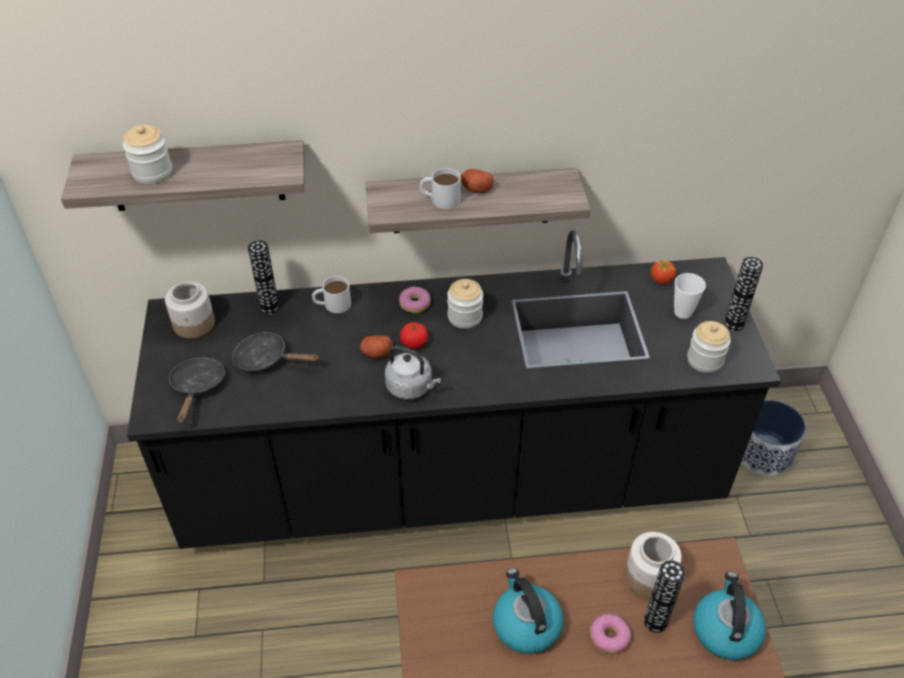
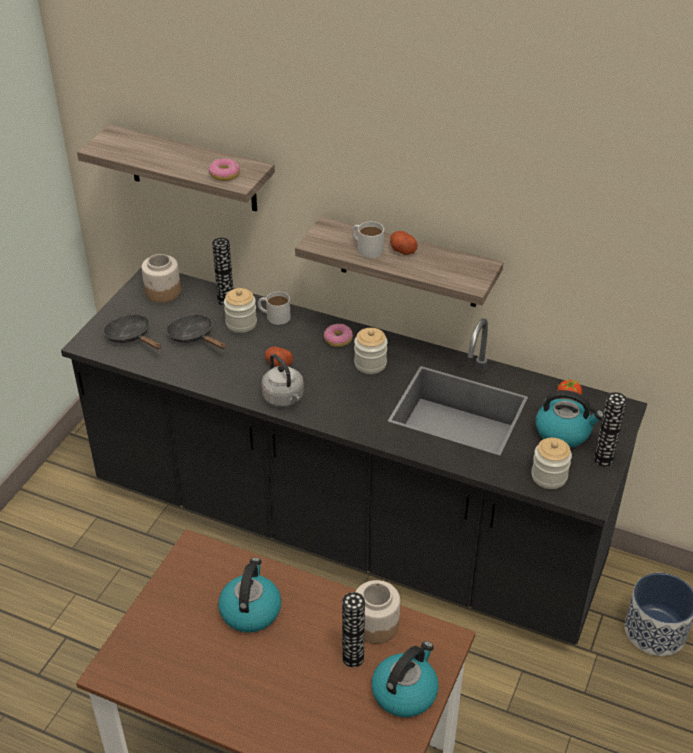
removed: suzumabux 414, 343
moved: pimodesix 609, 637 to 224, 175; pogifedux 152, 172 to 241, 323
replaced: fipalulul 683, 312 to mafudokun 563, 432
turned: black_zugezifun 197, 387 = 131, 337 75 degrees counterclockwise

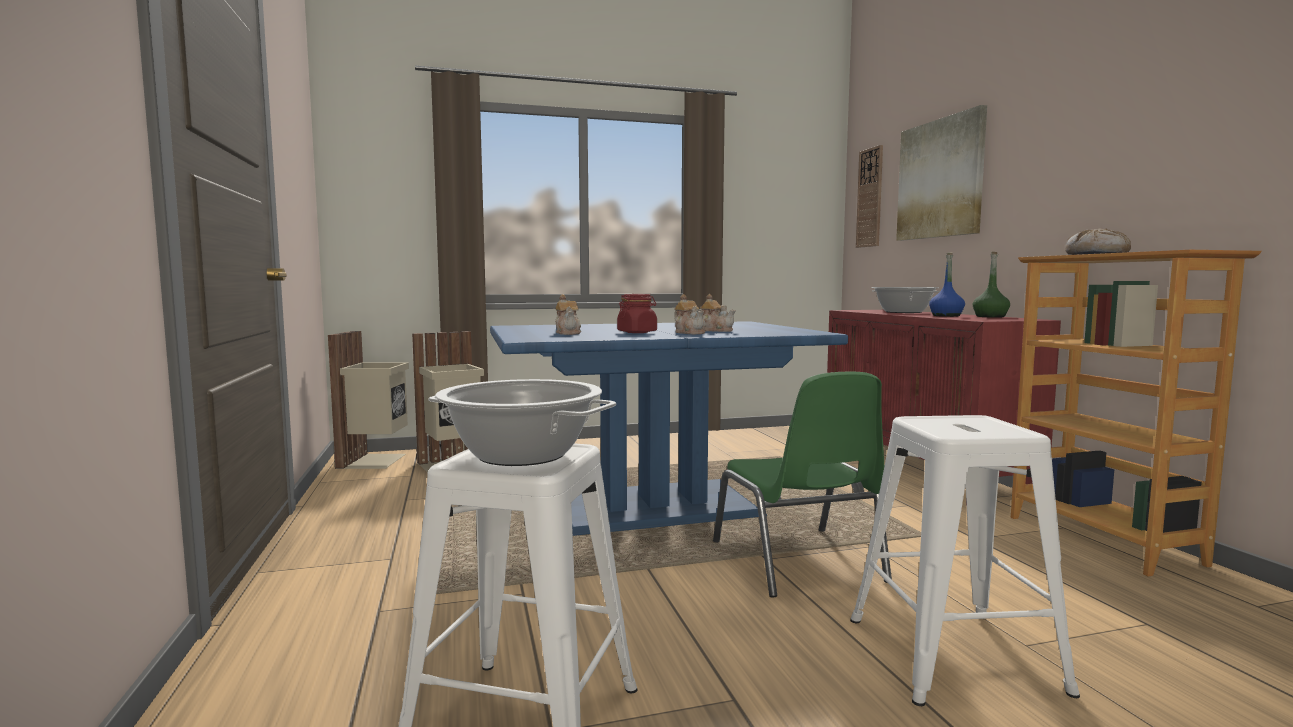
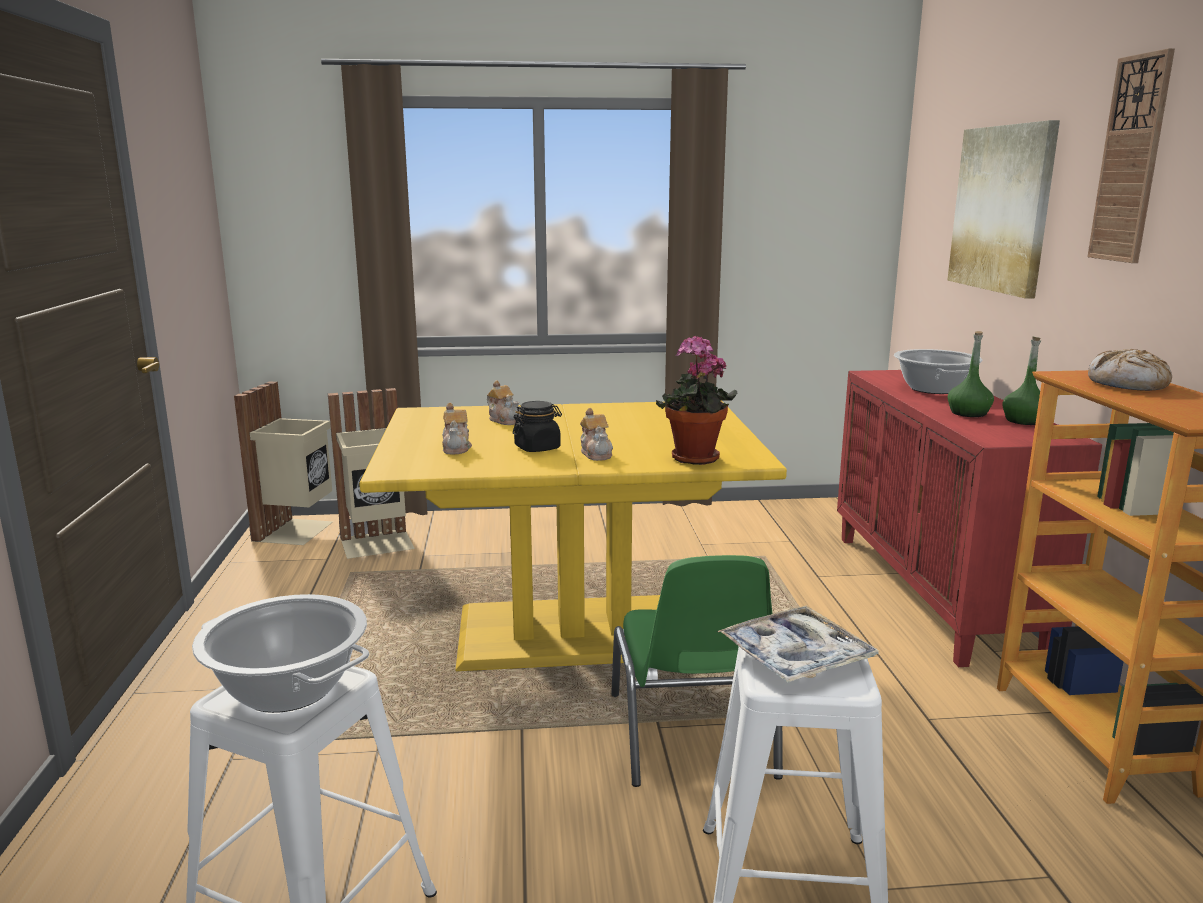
added: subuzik 694, 460; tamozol 796, 657
moved: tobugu 715, 330 to 505, 420; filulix 870, 198 to 1130, 160
recoloured: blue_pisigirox 652, 506 to yellow_pisigirox 571, 631; red_pogifedux 637, 332 to black_pogifedux 537, 448; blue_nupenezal 946, 316 to green_nupenezal 968, 413

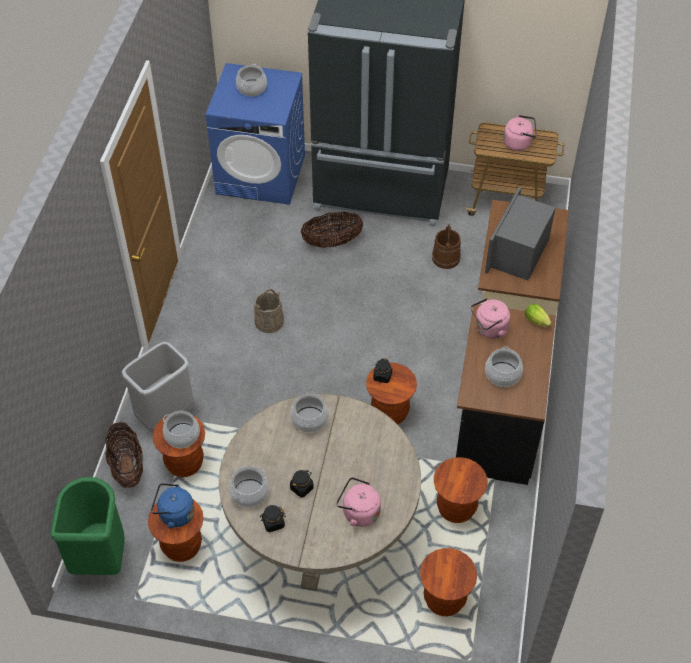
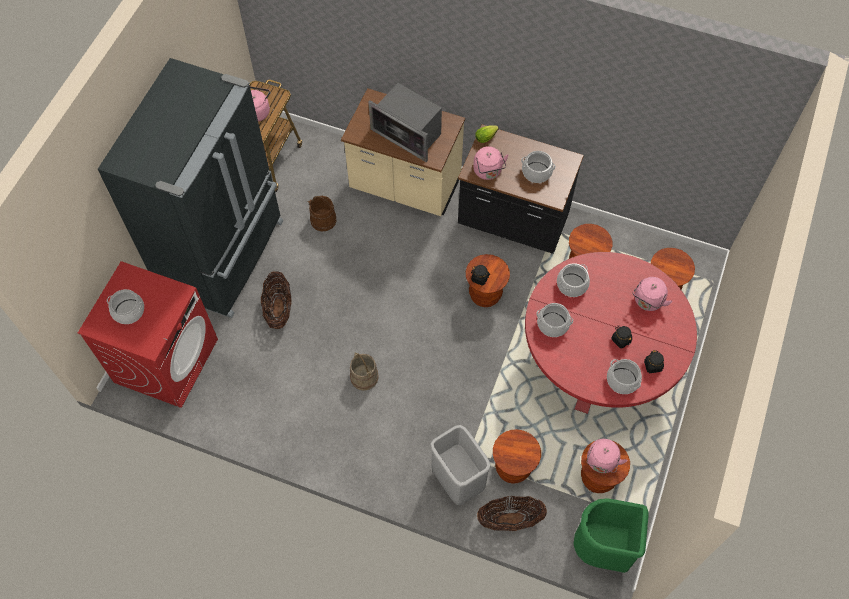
moved: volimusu 182, 435 to 572, 285
recoloured: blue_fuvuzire 261, 174 to red_fuvuzire 166, 360; beige_pisigirox 321, 532 to red_pisigirox 596, 365; blue_mafudokun 174, 514 to pink_mafudokun 601, 462

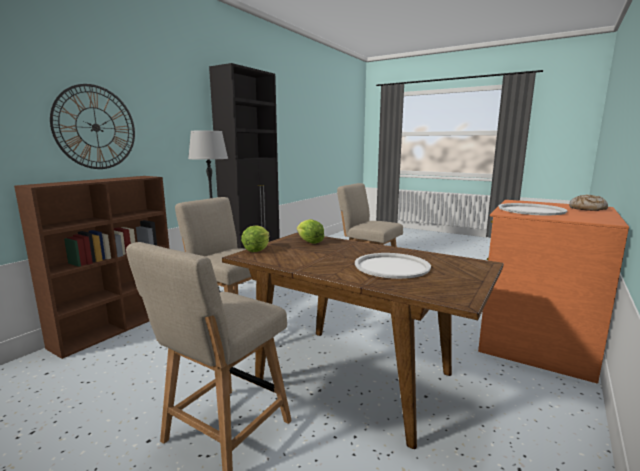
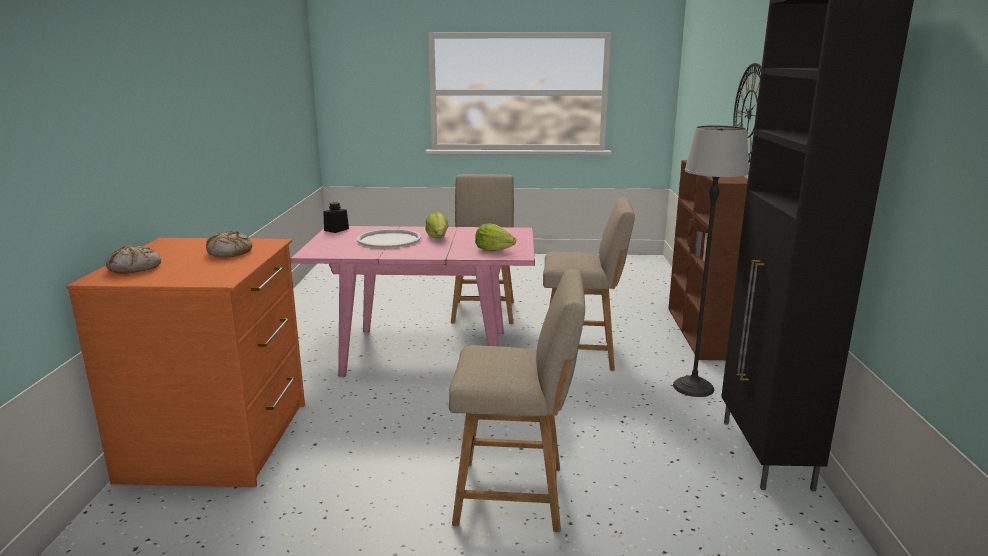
added: black_pogifedux 336, 229
moved: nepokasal 257, 249 to 438, 238
replaced: white_tamozol 531, 210 to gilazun 229, 252
recoloured: brown_pisigirox 356, 378 to pink_pisigirox 425, 352

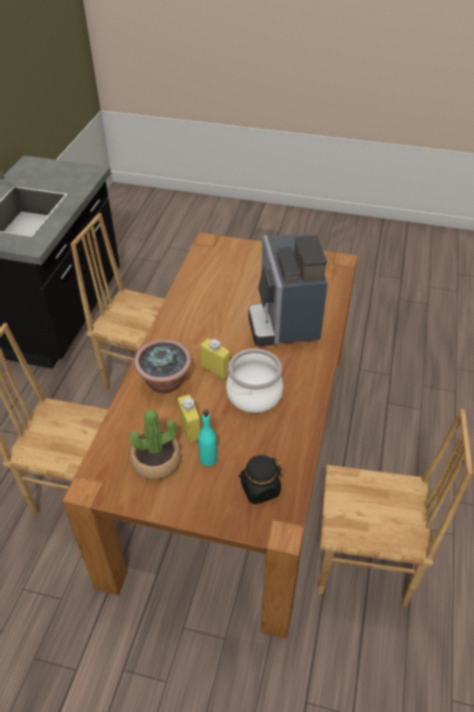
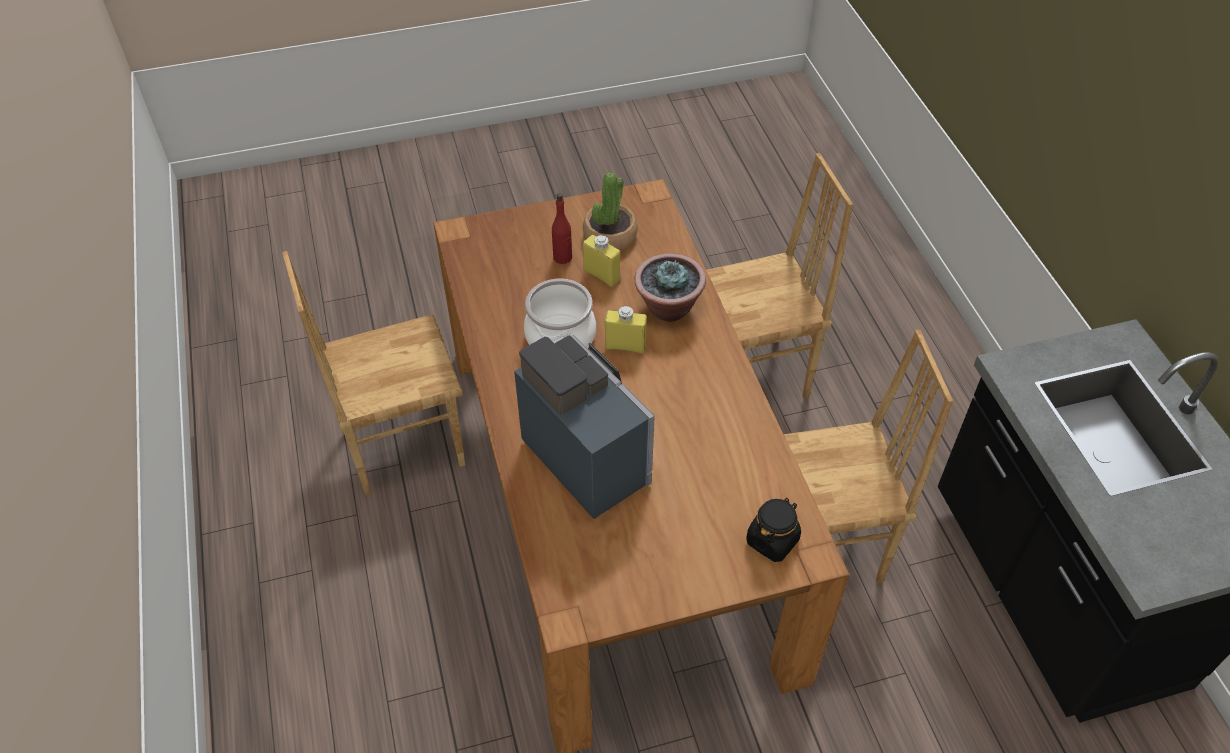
moved: black_pogifedux 260, 489 to 772, 540
recoloured: turquoise_nupenezal 208, 459 to red_nupenezal 562, 257

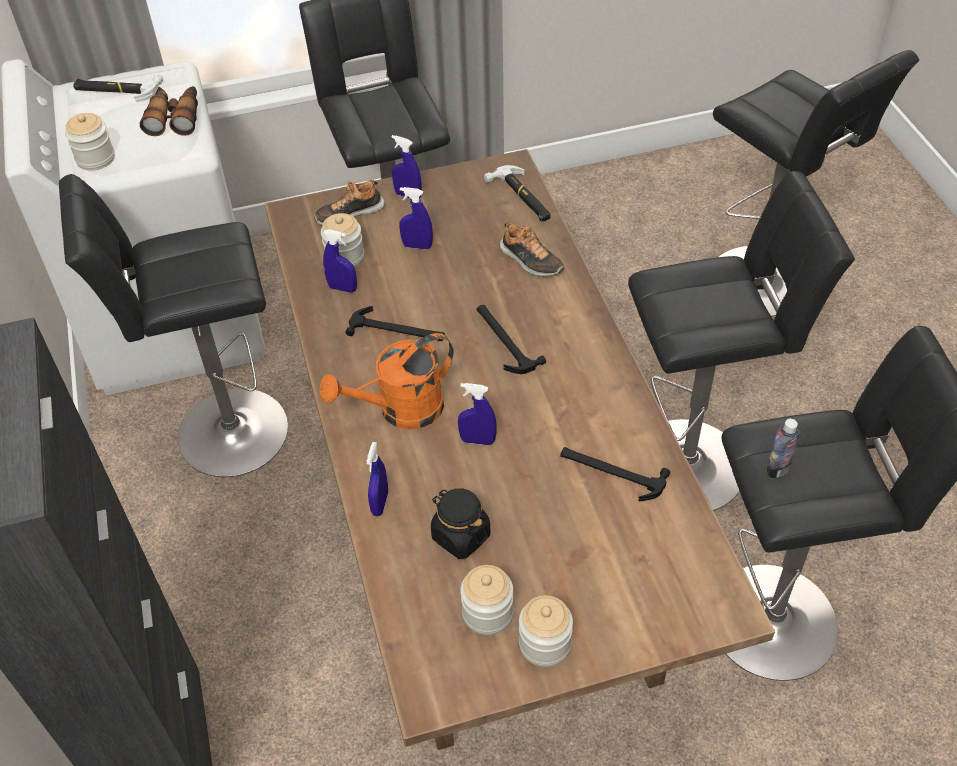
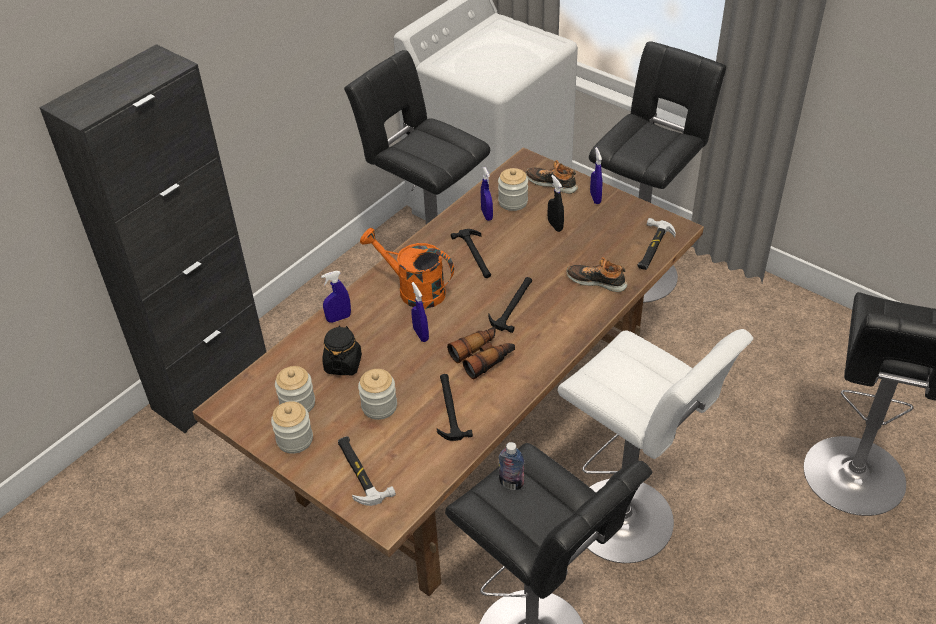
moved: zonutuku 117, 90 to 361, 472; pogifedux 95, 159 to 379, 406; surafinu 175, 117 to 483, 357
recoloured: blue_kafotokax 417, 246 to black_kafotokax 555, 225; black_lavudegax 696, 463 to white_lavudegax 629, 523
turned: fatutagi 530, 260 = 596, 281 105 degrees clockwise

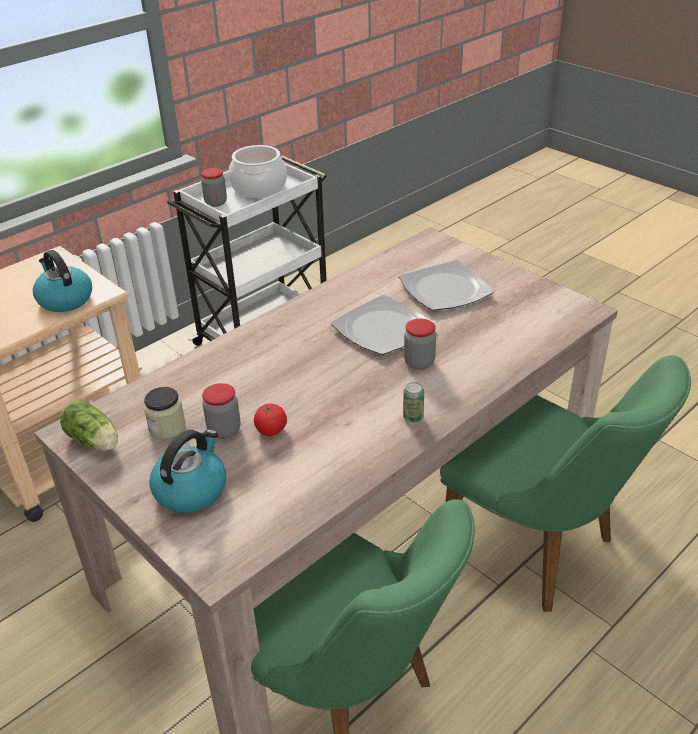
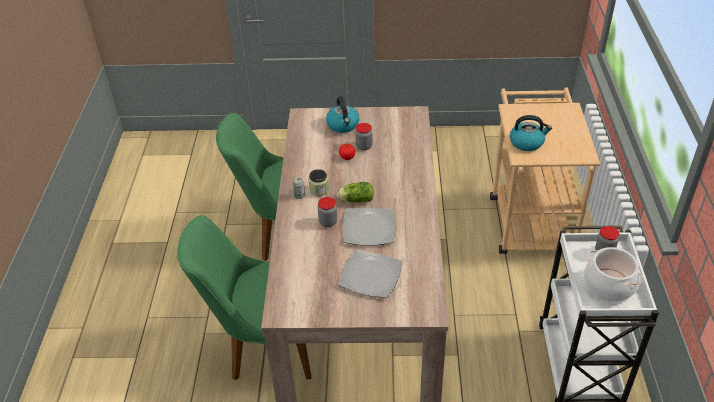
moved: pogifedux 167, 427 to 319, 190; nepokasal 95, 442 to 355, 200

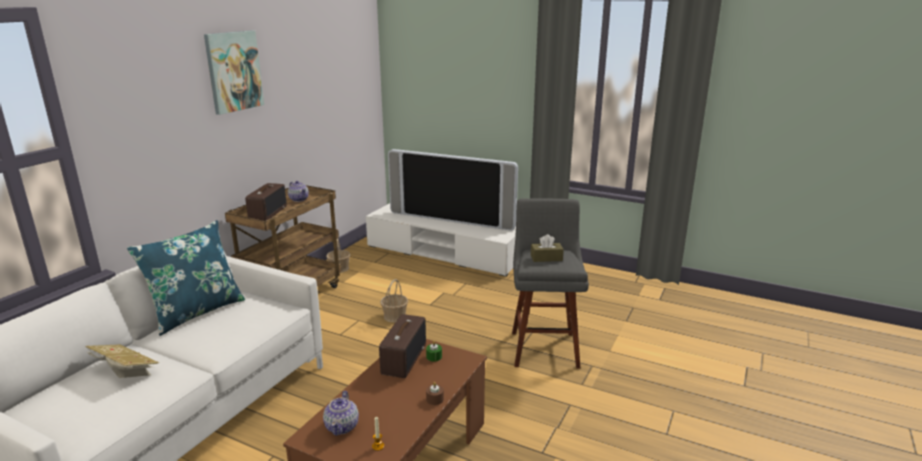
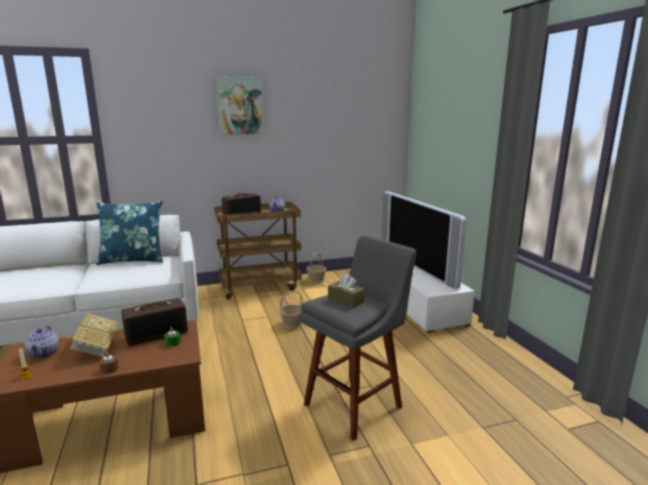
moved: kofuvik 124, 372 to 97, 346
turned: tobugu 342, 426 = 44, 353 60 degrees counterclockwise

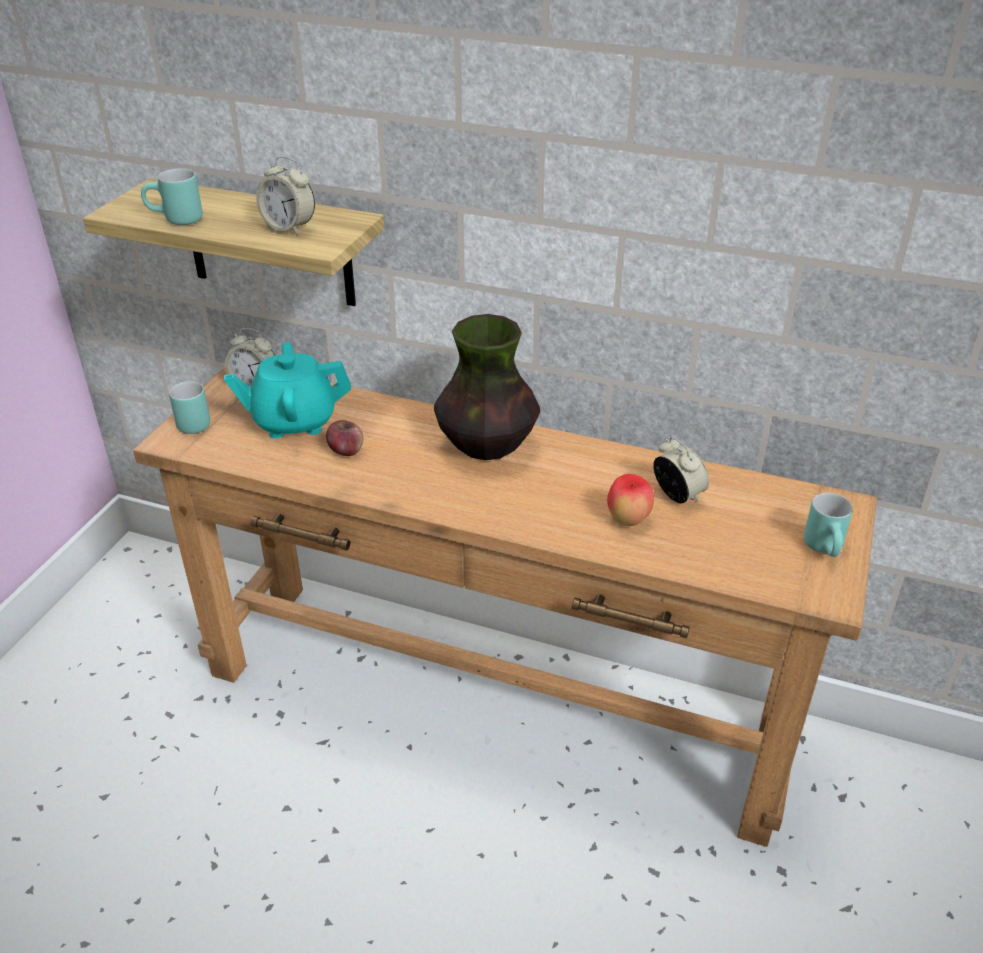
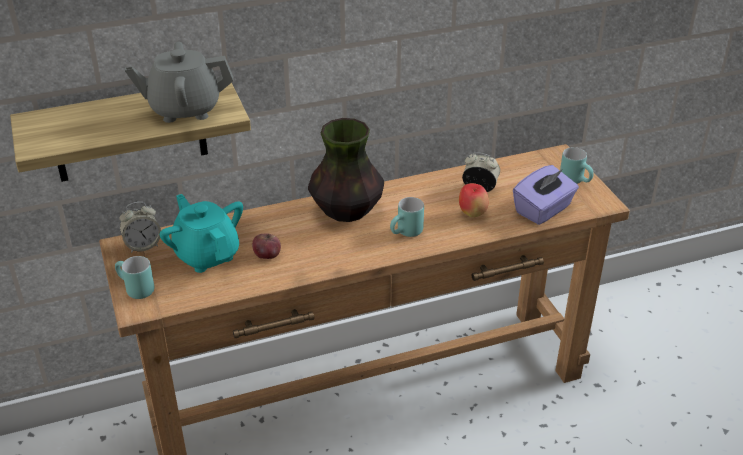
added: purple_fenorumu 543, 210
moved: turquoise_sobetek 175, 221 to 407, 234
replaced: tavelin 289, 227 to grey_tobugu 184, 109
turned: turquoise_tobugu 294, 421 = 207, 255 105 degrees clockwise

